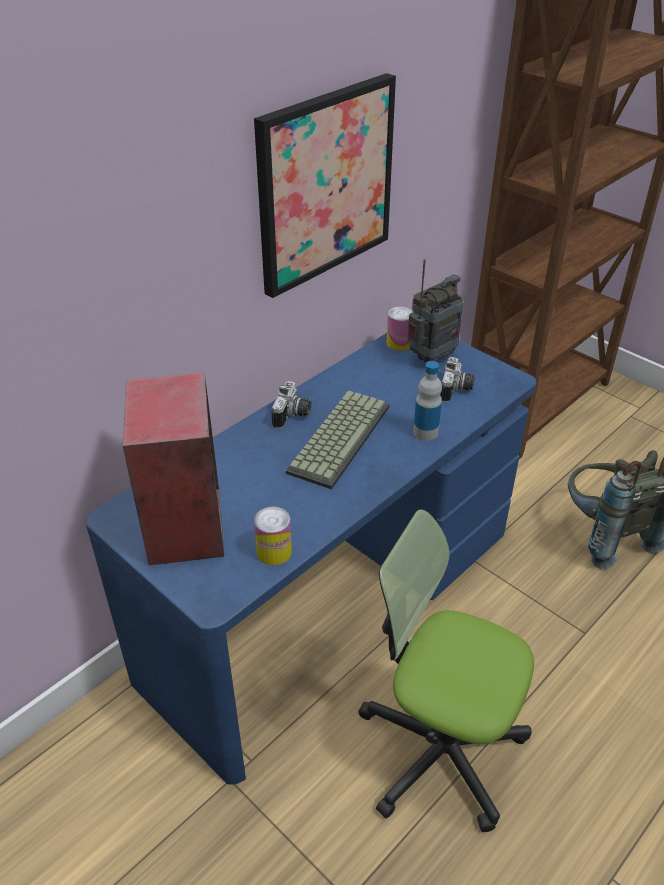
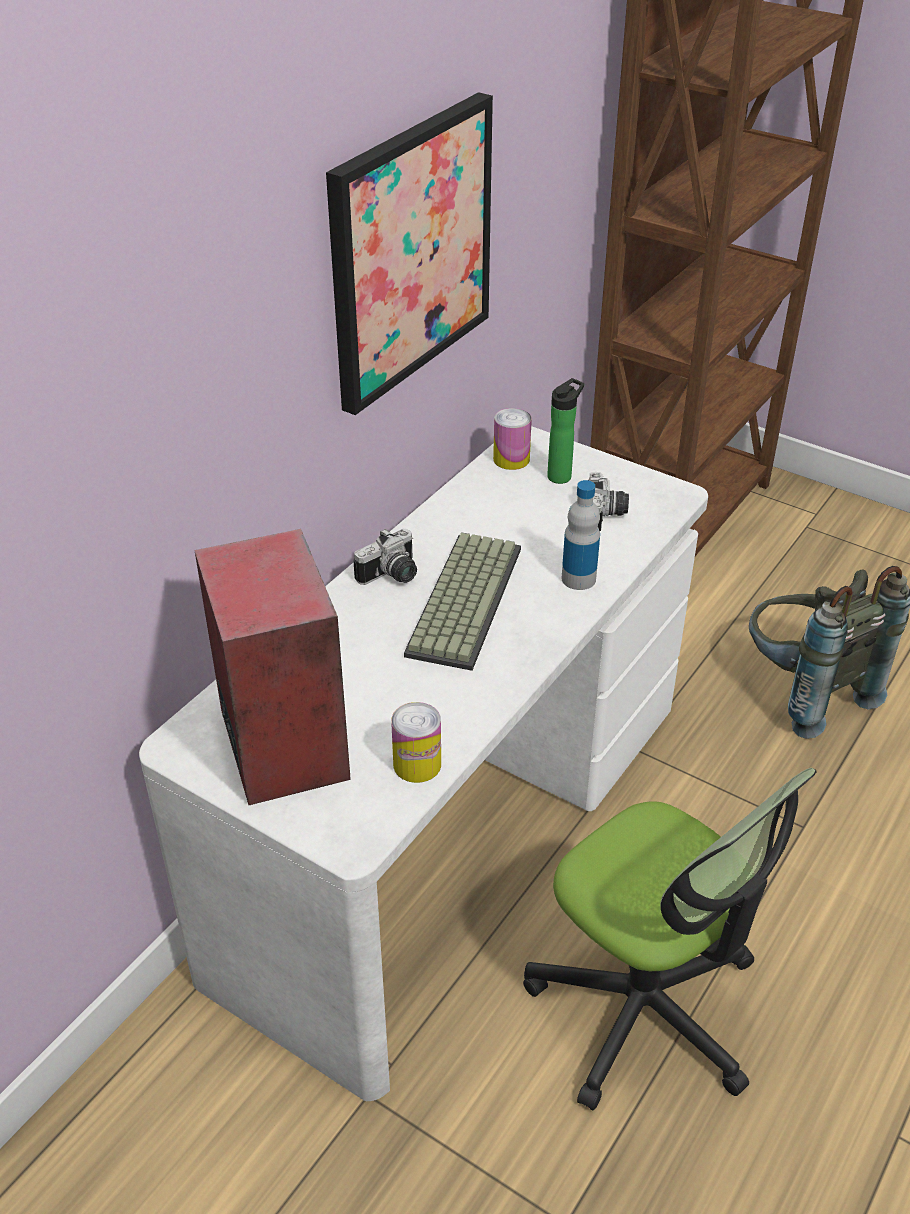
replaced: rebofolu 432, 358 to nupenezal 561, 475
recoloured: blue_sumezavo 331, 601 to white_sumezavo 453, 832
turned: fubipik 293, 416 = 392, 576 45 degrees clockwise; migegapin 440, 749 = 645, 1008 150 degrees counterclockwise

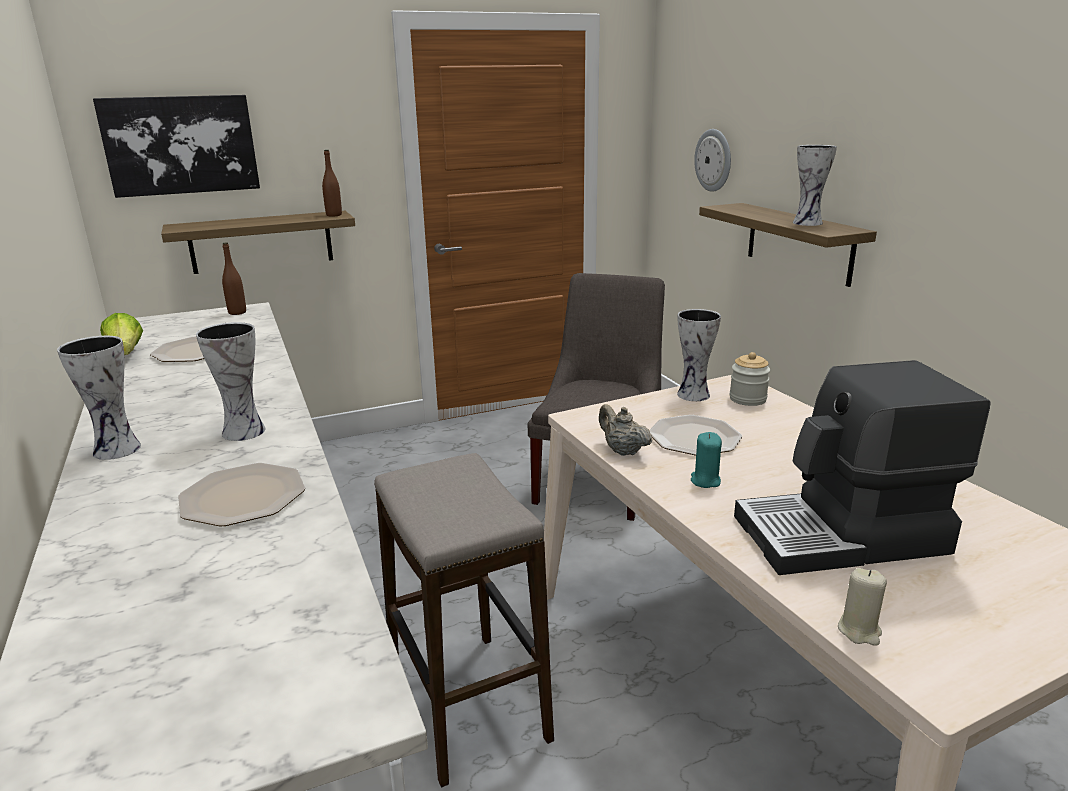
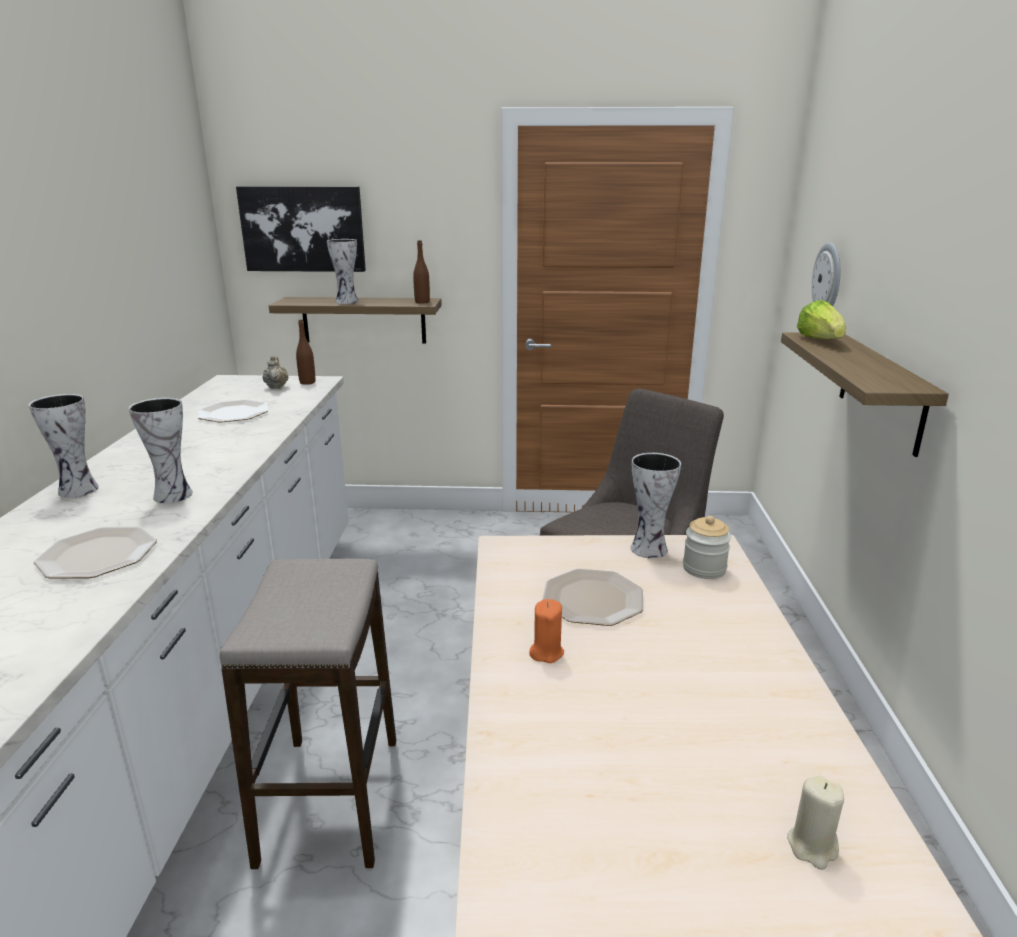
removed: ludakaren 843, 536
moved: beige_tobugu 622, 451 to 277, 387; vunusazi 809, 223 to 347, 302; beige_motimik 859, 631 to 812, 846; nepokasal 126, 354 to 820, 340
recoloured: turquoise_motimik 705, 481 to orange_motimik 546, 652

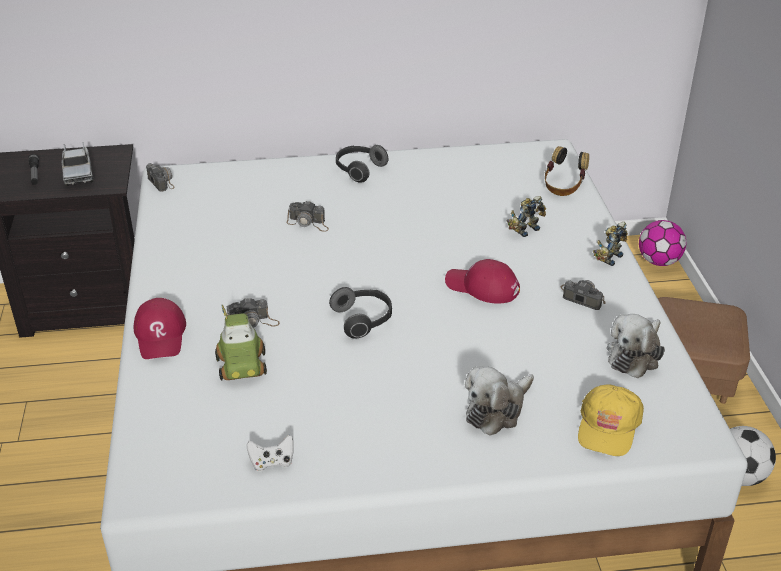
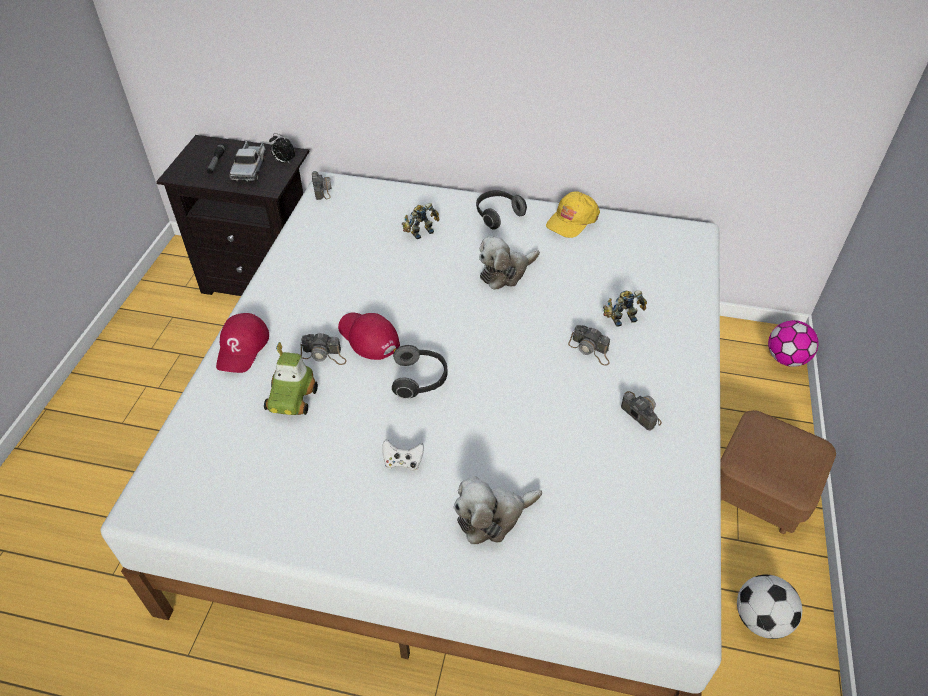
removed: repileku 563, 187
added: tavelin 284, 161
moved: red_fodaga 482, 287 to 368, 337; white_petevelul 272, 462 to 403, 462; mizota 608, 257 to 420, 231; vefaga 635, 355 to 505, 273; yellow_fodaga 608, 426 to 571, 220; fubipik 308, 223 to 590, 350

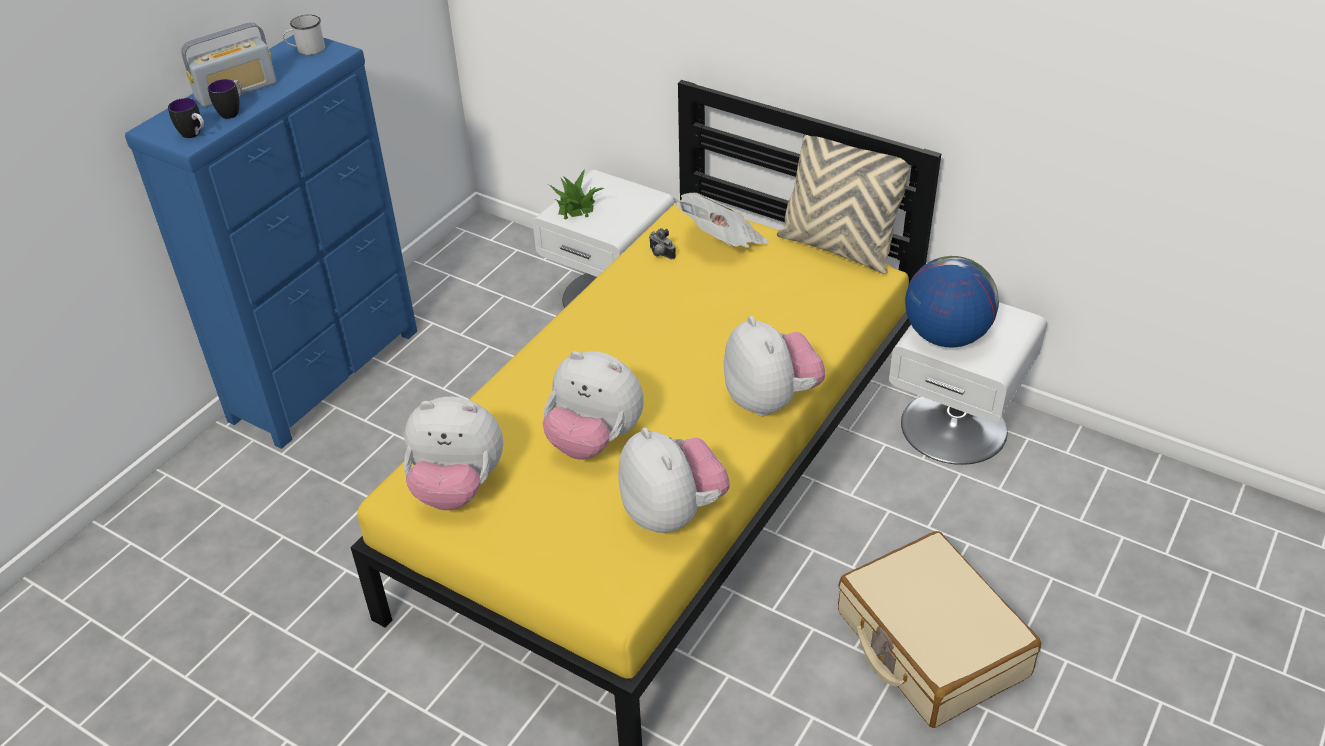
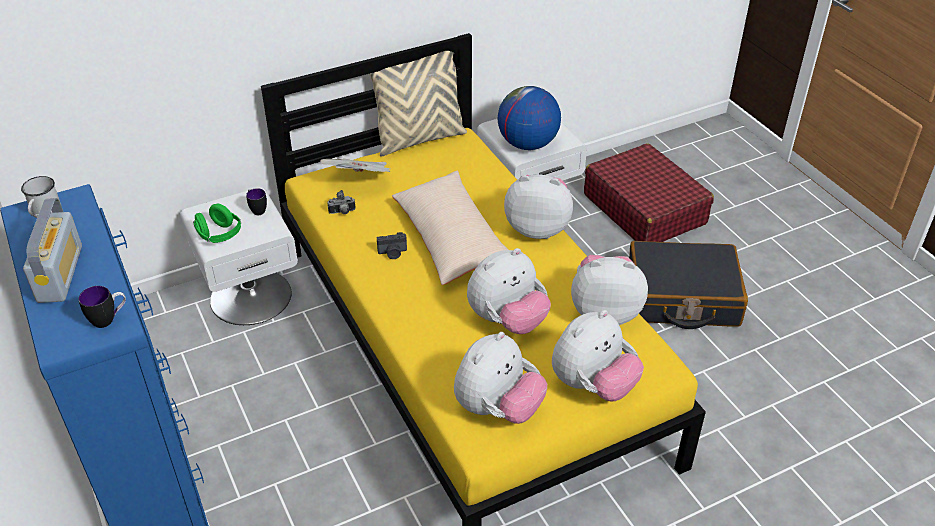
added: fubipik 392, 253; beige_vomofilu 450, 238; vefaga 593, 385; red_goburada 644, 209
moved: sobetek 233, 112 to 257, 209
replaced: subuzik 575, 206 to green_repileku 219, 235
recoloured: beige_goburada 930, 644 to black_goburada 682, 297

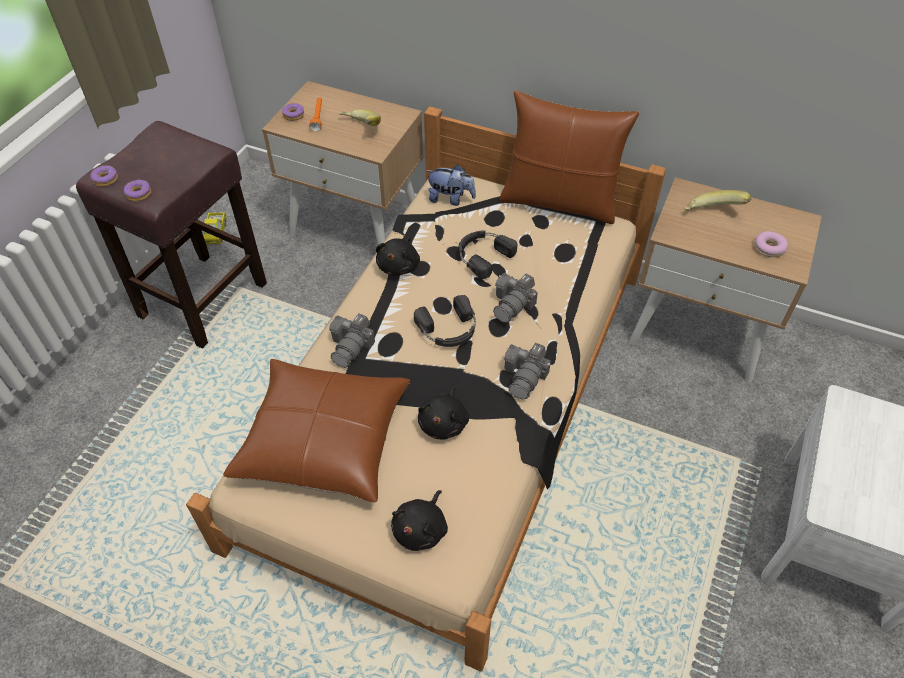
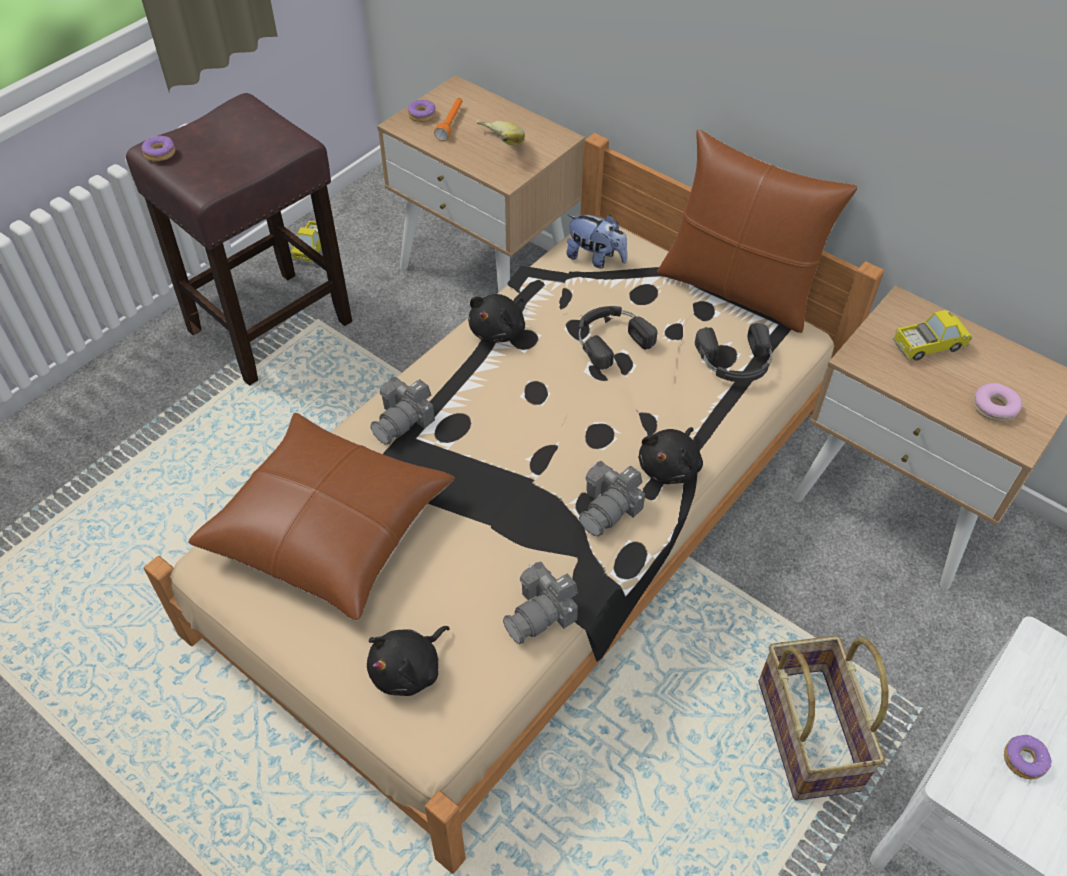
added: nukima 810, 735
moved: fubipik 513, 305 to 542, 613; black_vefaga 444, 423 to 670, 467; black_repileku 449, 329 to 736, 362; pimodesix 139, 194 to 1024, 760
replaced: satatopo 712, 214 to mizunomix 928, 345

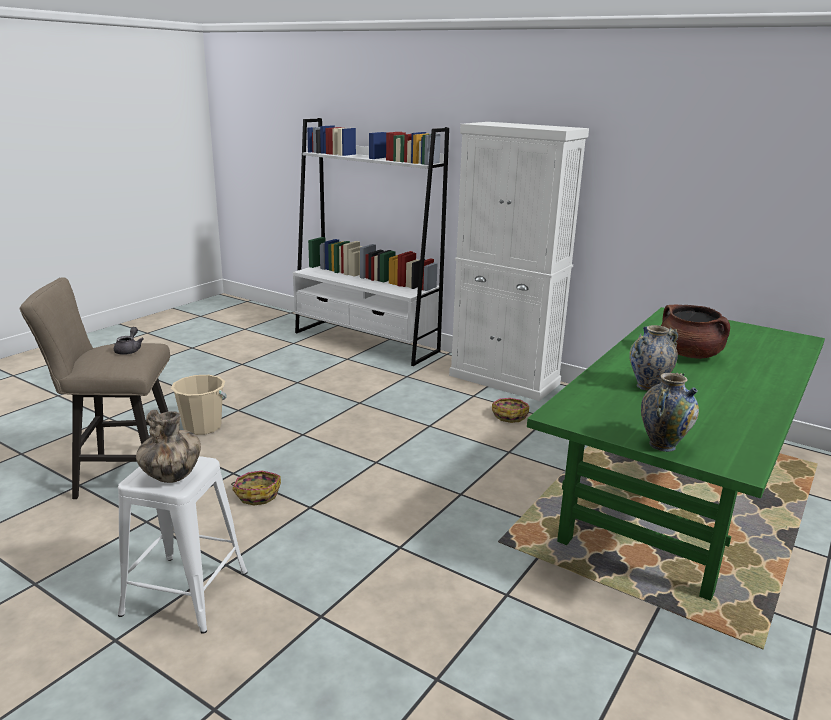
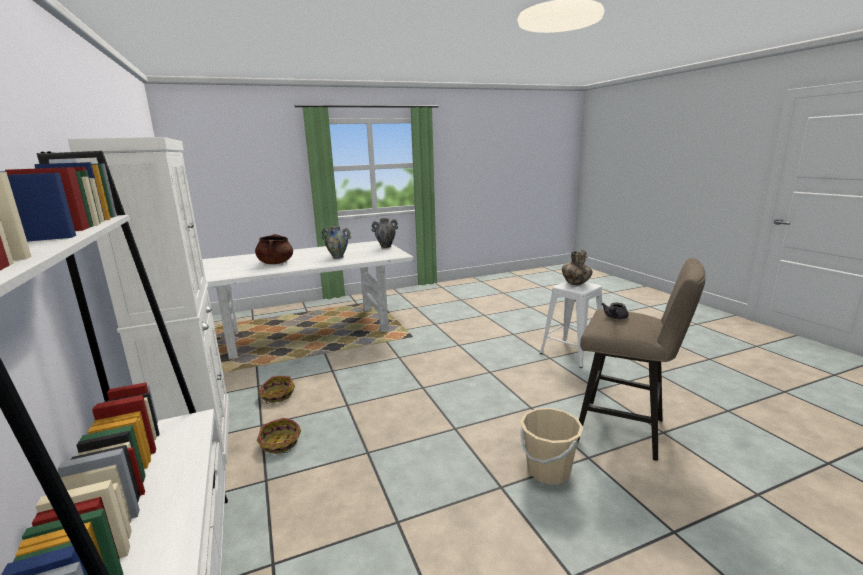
moved: nukima 257, 494 to 280, 444
recoloured: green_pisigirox 673, 498 to white_pisigirox 307, 331

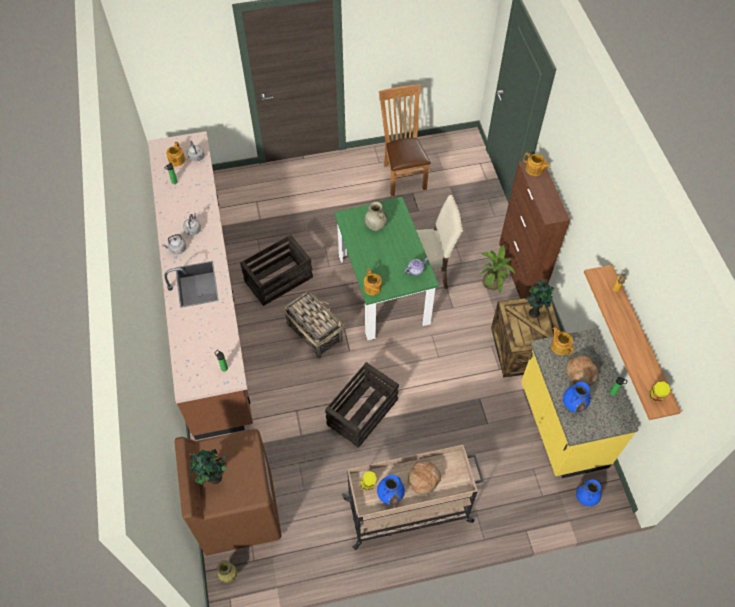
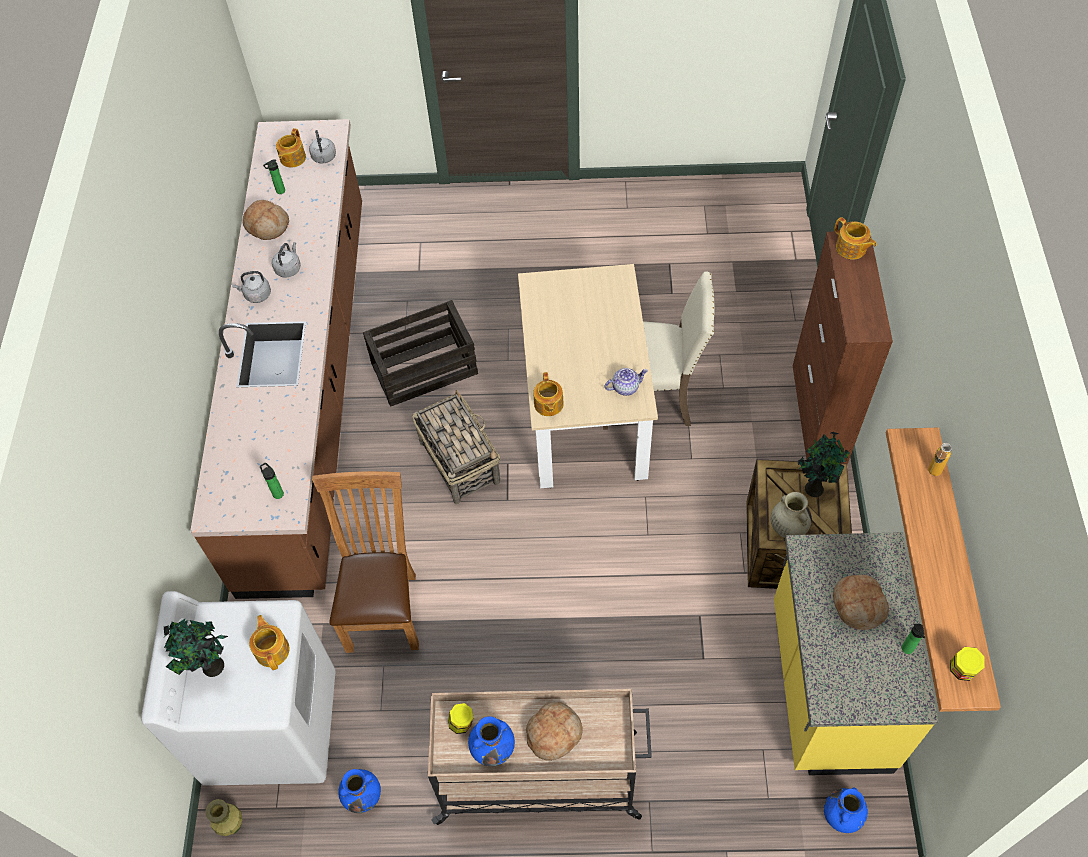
removed: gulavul 362, 413; subuzik 493, 281
added: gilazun 267, 225
moved: tobugu 560, 346 to 272, 649; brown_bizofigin 403, 175 to 384, 607; blue_vunusazi 573, 404 to 363, 796; beige_vunusazi 375, 226 to 787, 527
recoloured: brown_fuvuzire 239, 512 to white_fuvuzire 272, 726; green_pisigirox 383, 289 to beige_pisigirox 585, 411

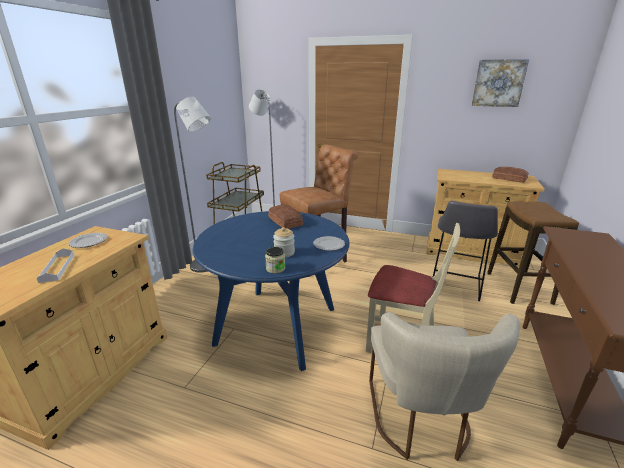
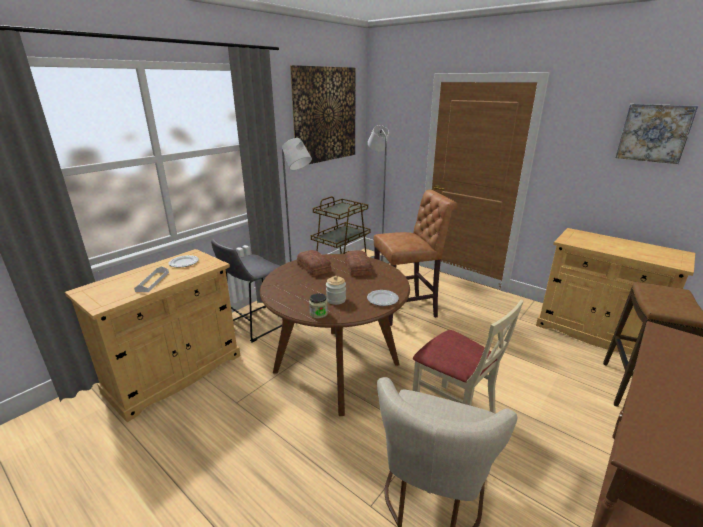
added: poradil 325, 115
moved: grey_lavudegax 454, 284 to 256, 324; gilazun 509, 178 to 314, 267
recoloured: blue_pisigirox 277, 325 to brown_pisigirox 337, 367

